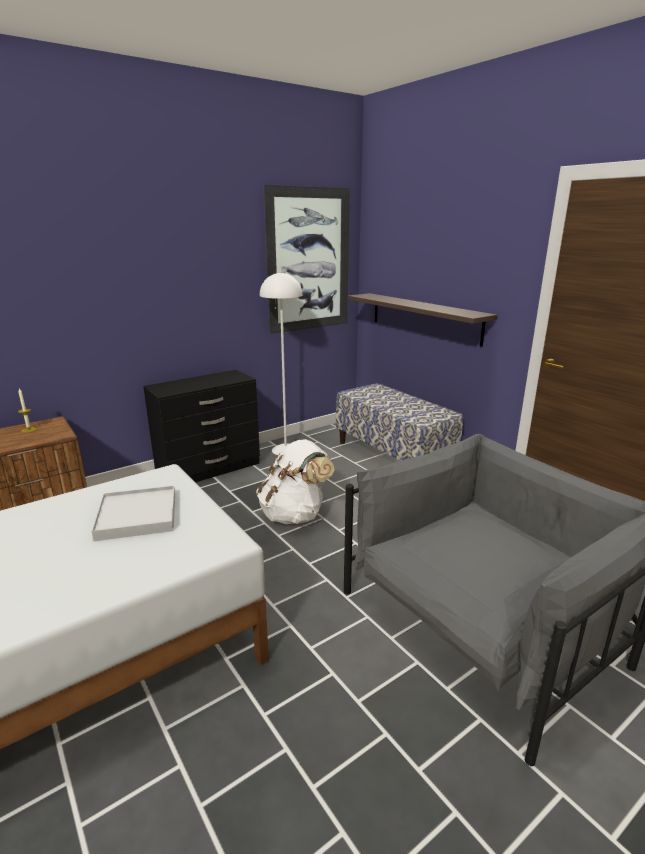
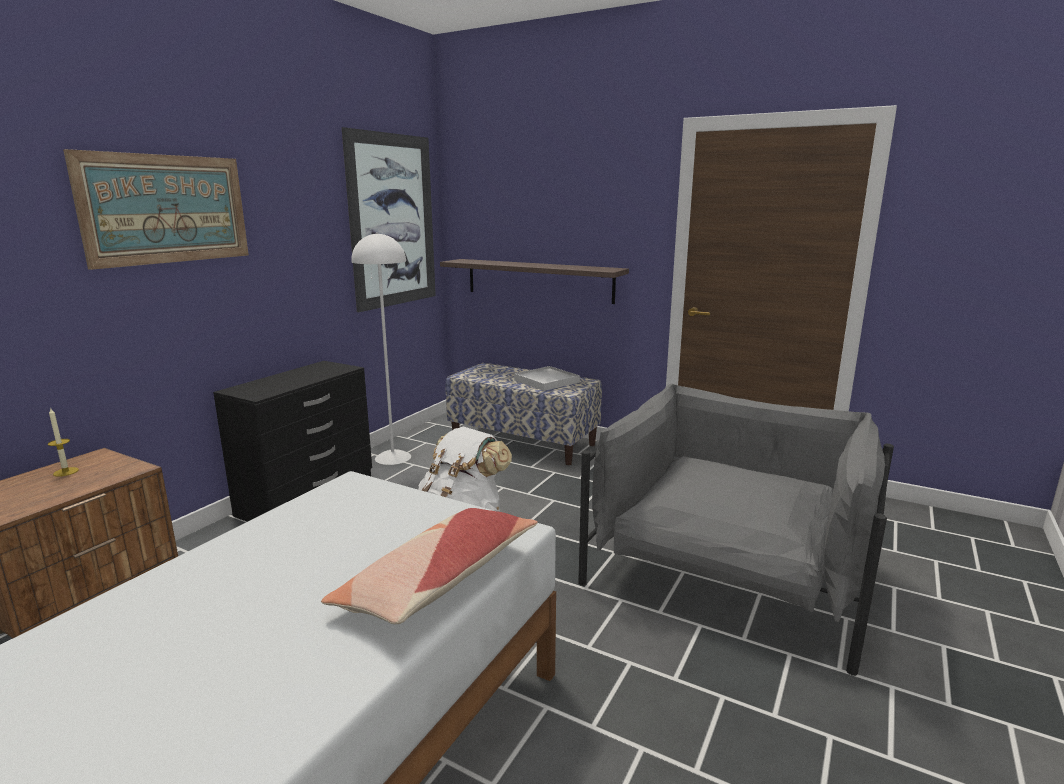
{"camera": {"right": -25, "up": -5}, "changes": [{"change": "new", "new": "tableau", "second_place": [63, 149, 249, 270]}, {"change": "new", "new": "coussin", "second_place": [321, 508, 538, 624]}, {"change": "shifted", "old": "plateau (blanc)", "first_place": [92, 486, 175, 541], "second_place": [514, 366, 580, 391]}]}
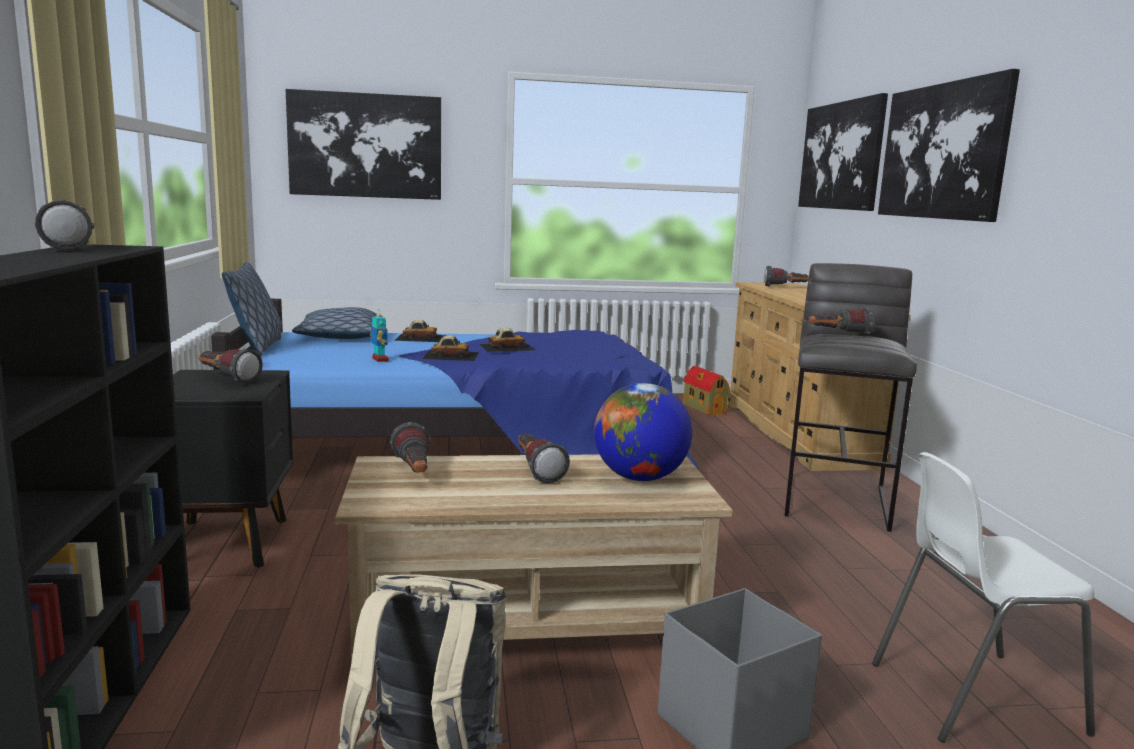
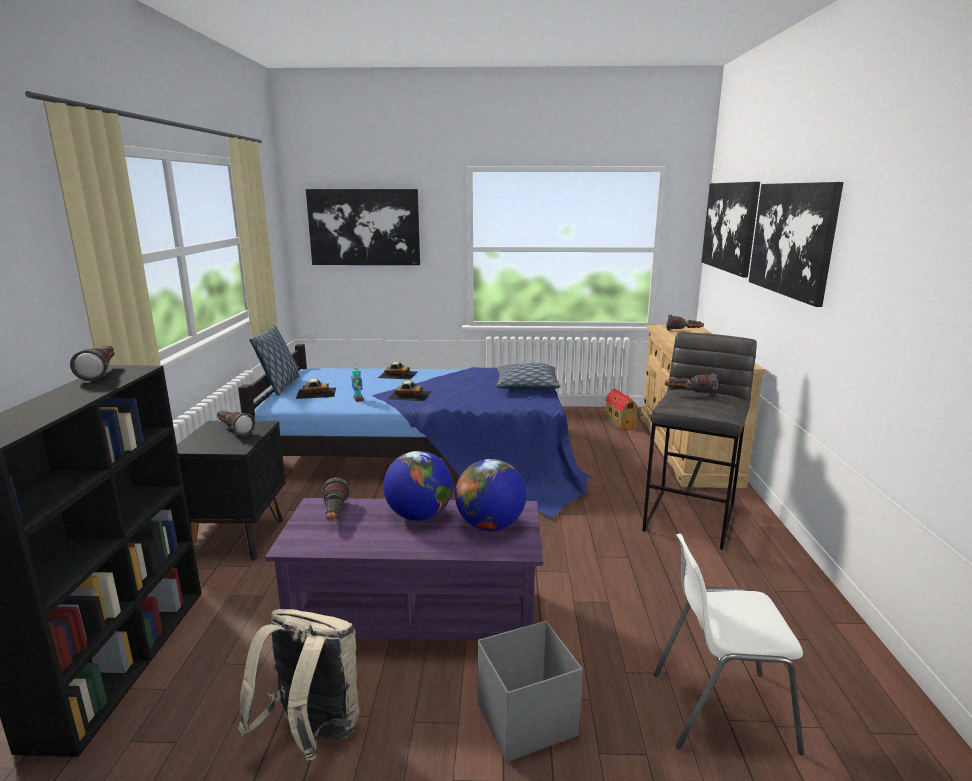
{"camera": {"right": 10, "up": 5}, "changes": [{"change": "repainted", "old": "table basse (beige)", "new": "table basse (violet)", "first_place": [335, 454, 733, 662], "second_place": [265, 498, 543, 640]}, {"change": "shifted", "old": "petite voiture", "first_place": [479, 328, 535, 352], "second_place": [296, 379, 336, 399]}, {"change": "swapped", "old": "lampe de poche", "new": "globe", "first_place": [518, 433, 570, 483], "second_place": [383, 451, 453, 521]}, {"change": "shifted", "old": "coussin", "first_place": [292, 307, 383, 339], "second_place": [497, 363, 560, 390]}]}
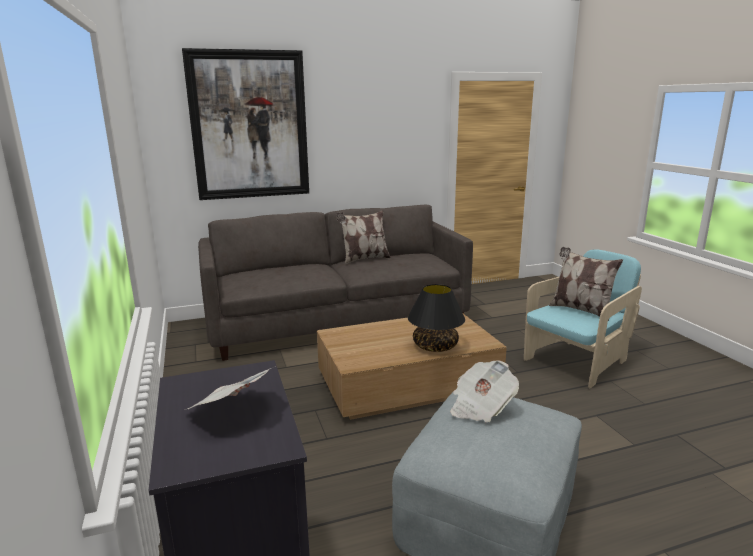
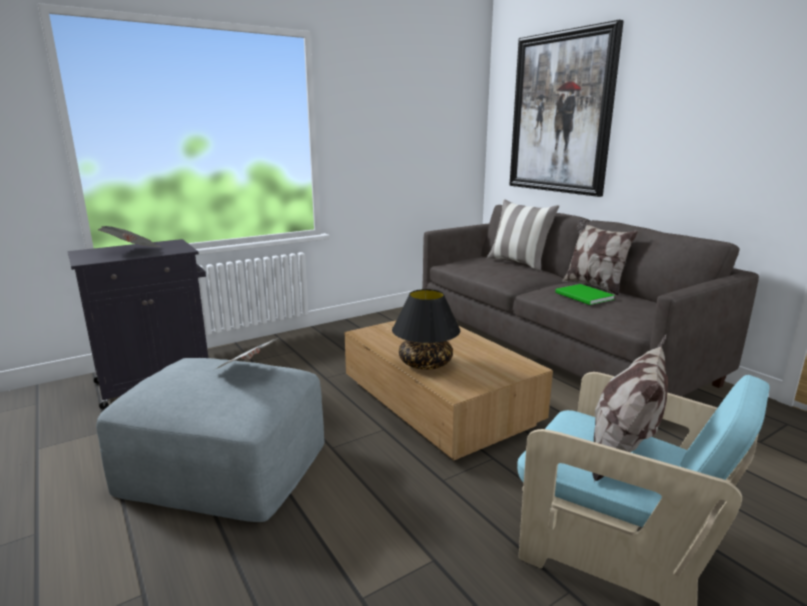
{"camera": {"right": 75, "up": 0}, "changes": [{"change": "new", "new": "coussin", "second_place": [487, 199, 559, 271]}, {"change": "new", "new": "livre (vert)", "second_place": [555, 284, 615, 305]}]}
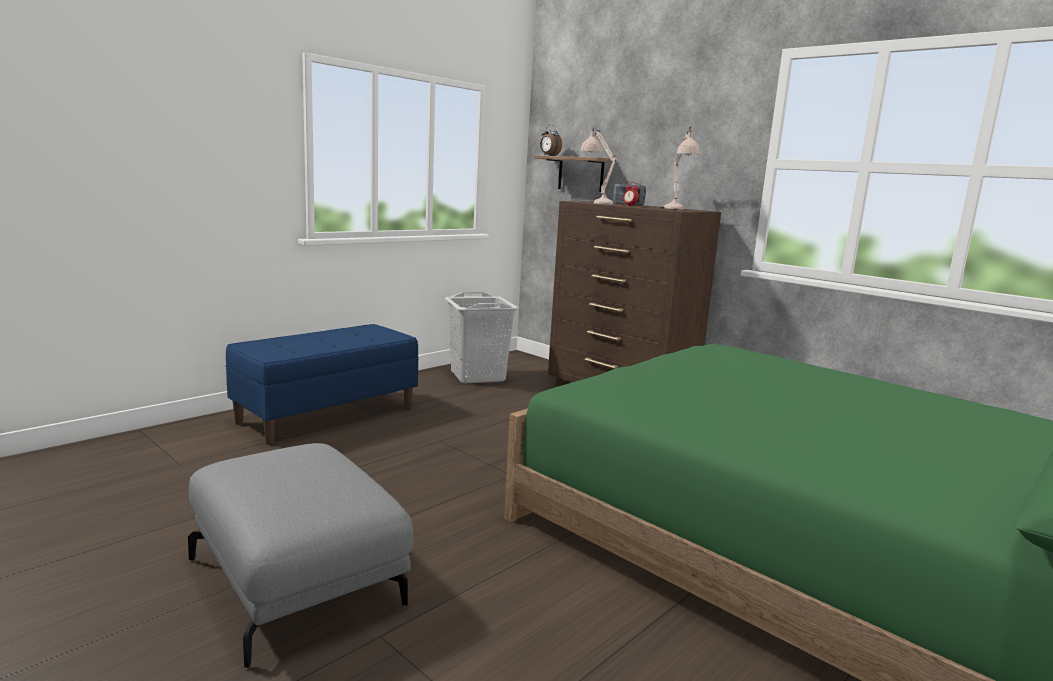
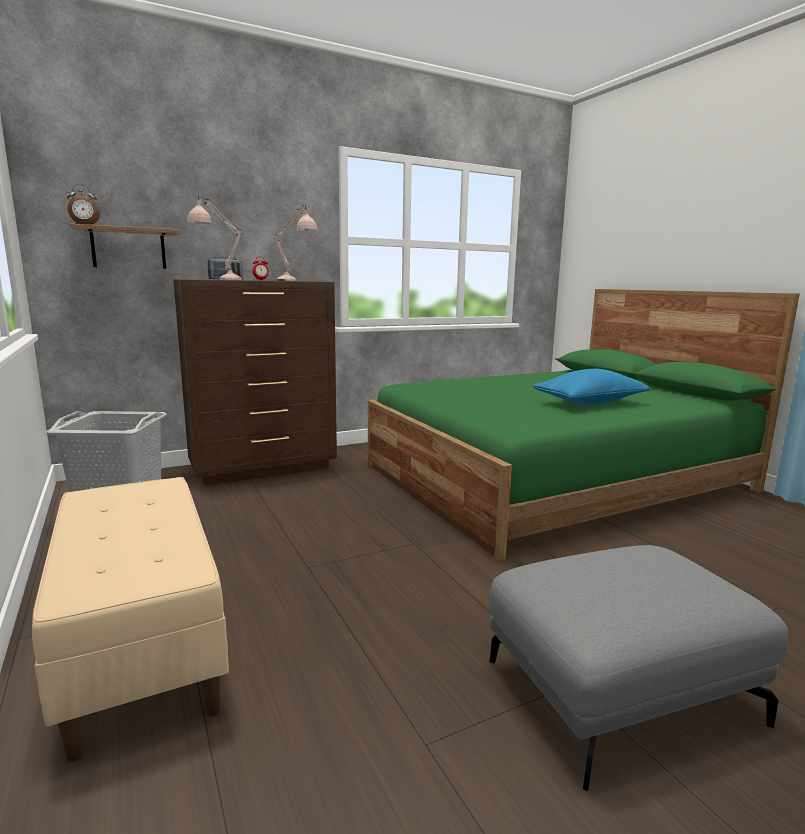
{"camera": {"right": -70, "up": 0}, "changes": [{"change": "repainted", "old": "banc (bleu)", "new": "banc (beige)", "first_place": [226, 324, 419, 445], "second_place": [32, 477, 229, 762]}, {"change": "new", "new": "coussin (bleu)", "second_place": [533, 369, 650, 405]}]}
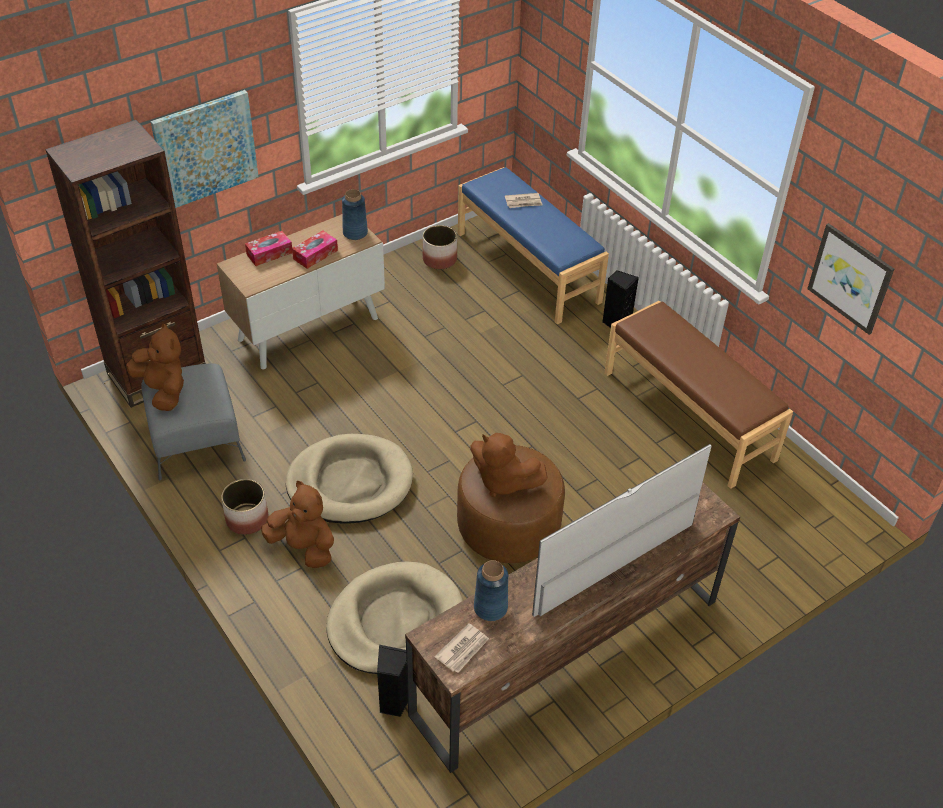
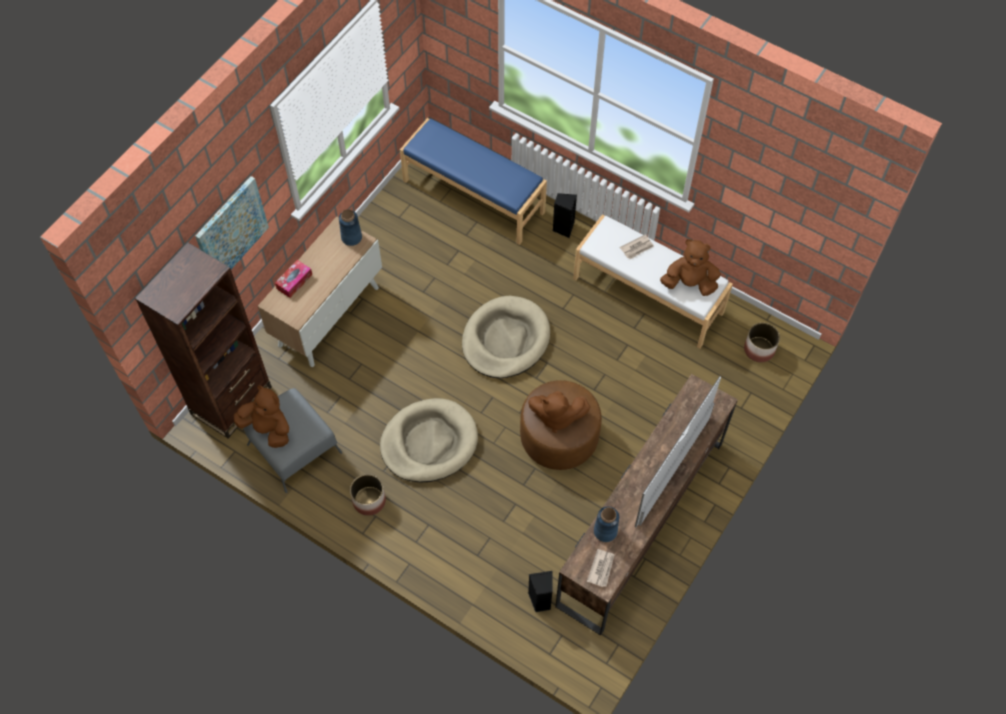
{"camera": {"right": -20, "up": 15}, "changes": [{"change": "shifted", "old": "panier pour chien (beige)", "first_place": [326, 562, 463, 674], "second_place": [462, 296, 550, 378]}, {"change": "repainted", "old": "banc (marron)", "new": "banc (blanc)", "first_place": [604, 301, 793, 489], "second_place": [573, 215, 733, 348]}, {"change": "shifted", "old": "journal", "first_place": [505, 193, 542, 208], "second_place": [620, 235, 654, 259]}, {"change": "shifted", "old": "peluche (marron)", "first_place": [261, 481, 334, 568], "second_place": [660, 239, 721, 296]}, {"change": "shifted", "old": "cache-pot", "first_place": [423, 225, 457, 269], "second_place": [744, 323, 780, 362]}, {"change": "gone", "old": "boîte à mouchoirs", "first_place": [292, 230, 338, 269]}, {"change": "gone", "old": "tableau", "first_place": [807, 223, 894, 335]}]}
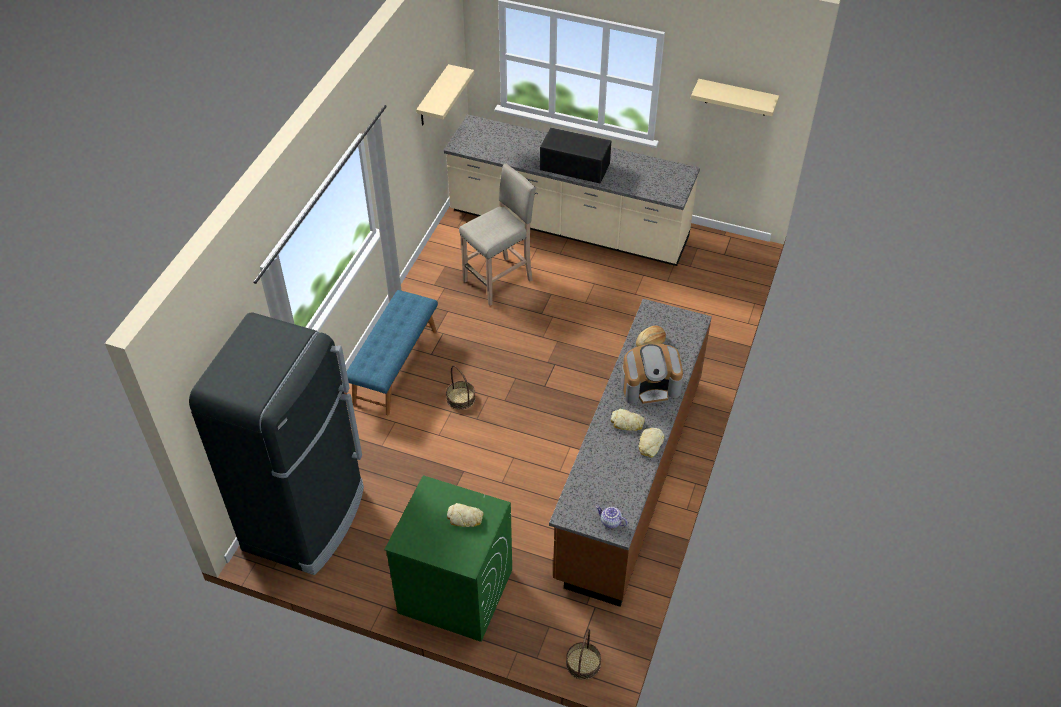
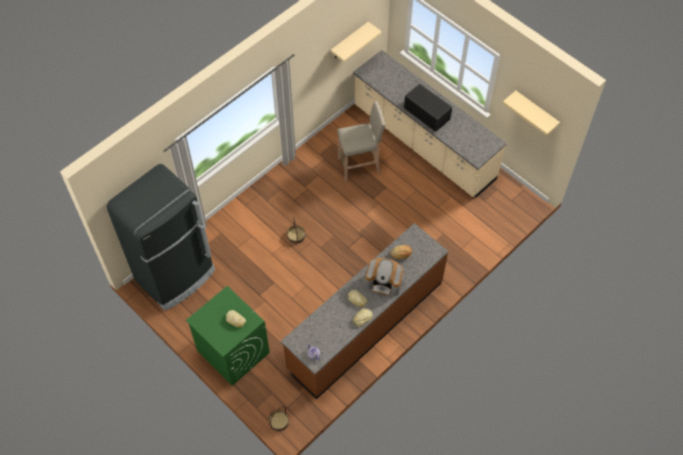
{"camera": {"right": 25, "up": 10}, "changes": [{"change": "gone", "old": "banc (bleu)", "first_place": [347, 290, 438, 415]}]}
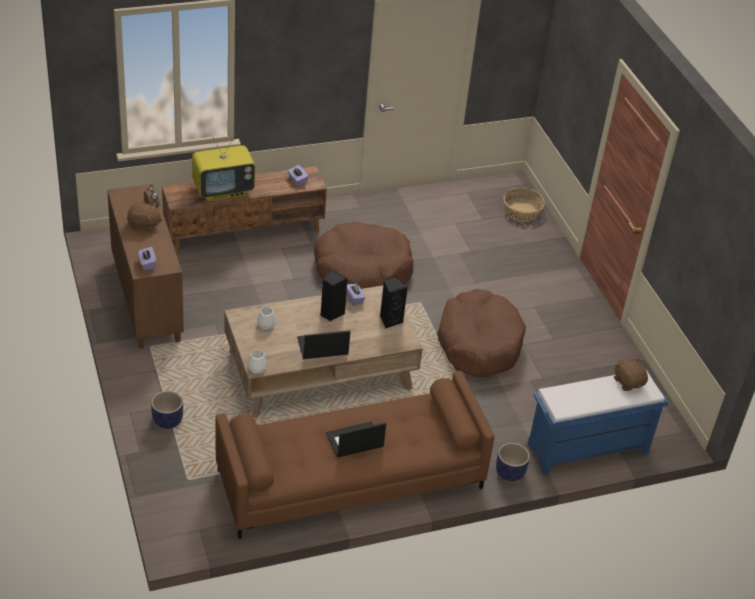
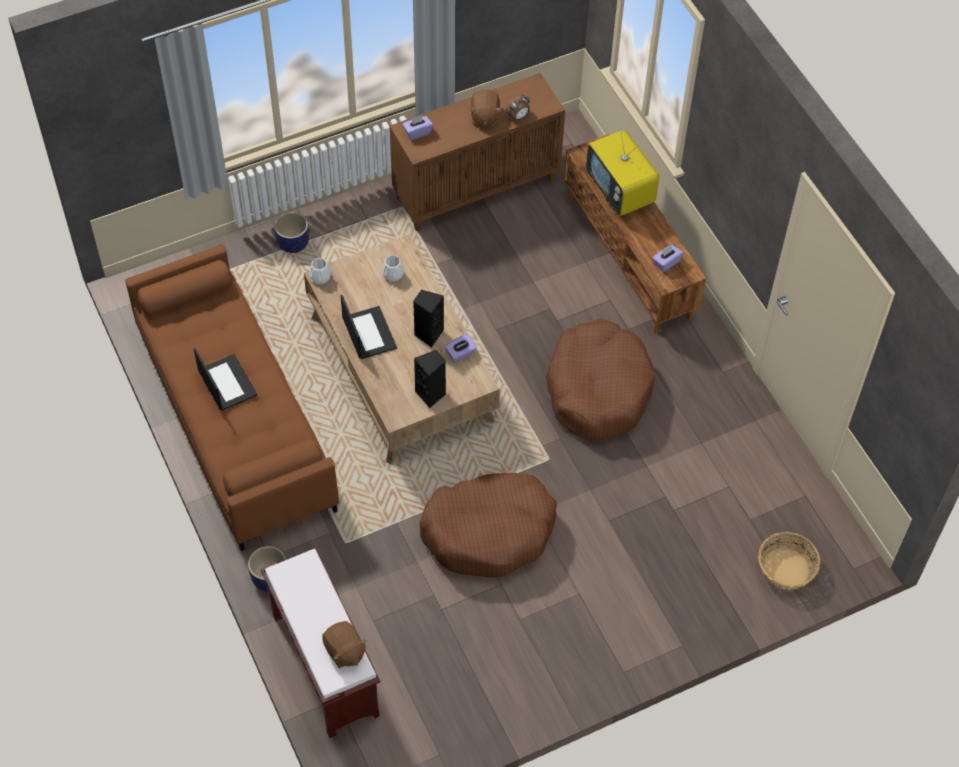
{"camera": {"right": 85, "up": 15}, "changes": [{"change": "repainted", "old": "banc (bleu)", "new": "banc (marron)", "first_place": [528, 370, 668, 475], "second_place": [261, 548, 380, 738]}, {"change": "rotated", "old": "peluche (marron)", "first_place": [614, 358, 648, 391], "second_place": [322, 621, 367, 668], "degrees": 90}]}
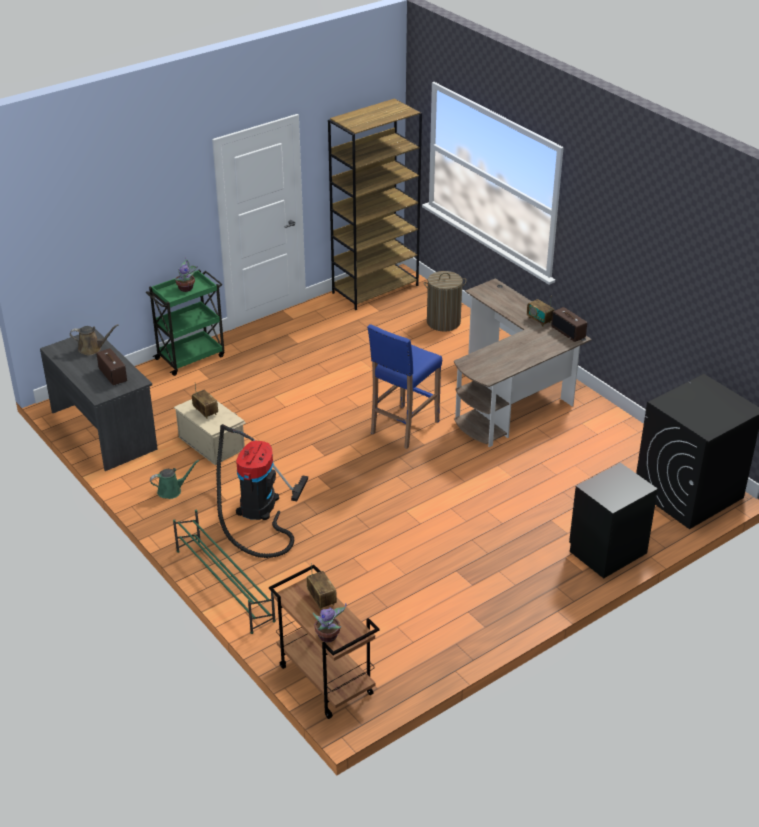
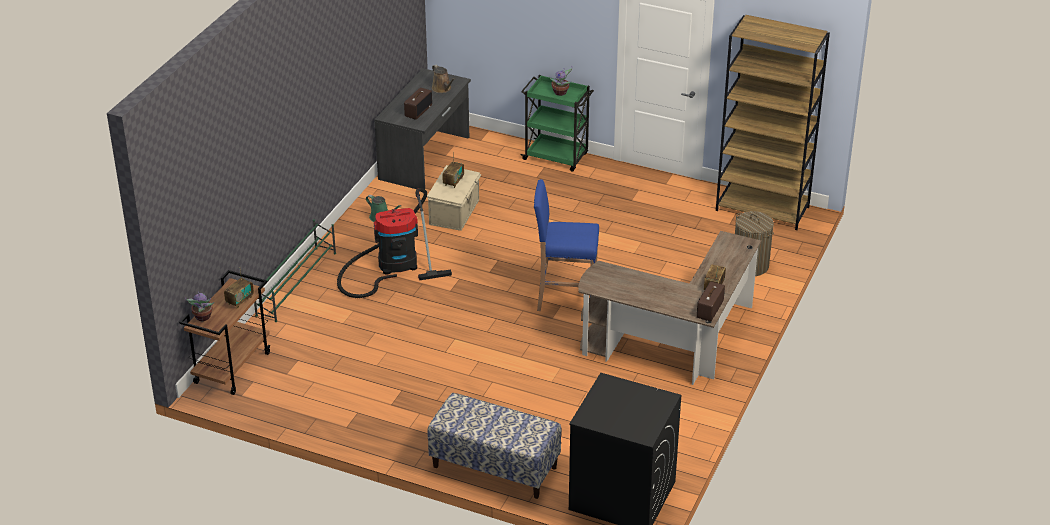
{"camera": {"right": 60, "up": 0}, "changes": [{"change": "swapped", "old": "table de chevet (noir)", "new": "banc", "first_place": [569, 462, 658, 578], "second_place": [427, 393, 561, 499]}]}
